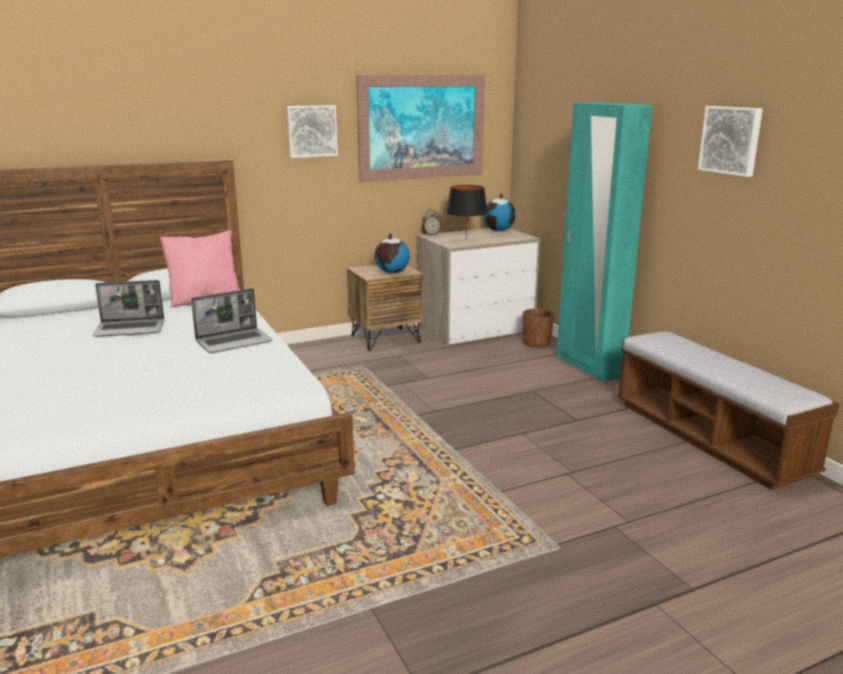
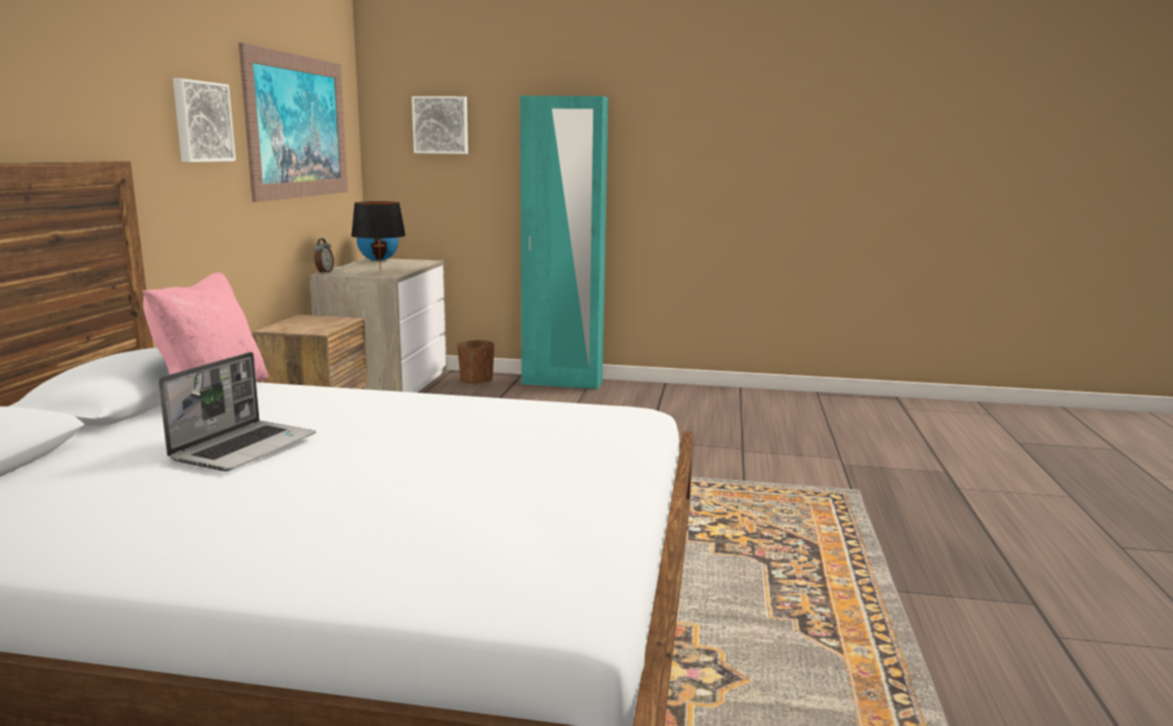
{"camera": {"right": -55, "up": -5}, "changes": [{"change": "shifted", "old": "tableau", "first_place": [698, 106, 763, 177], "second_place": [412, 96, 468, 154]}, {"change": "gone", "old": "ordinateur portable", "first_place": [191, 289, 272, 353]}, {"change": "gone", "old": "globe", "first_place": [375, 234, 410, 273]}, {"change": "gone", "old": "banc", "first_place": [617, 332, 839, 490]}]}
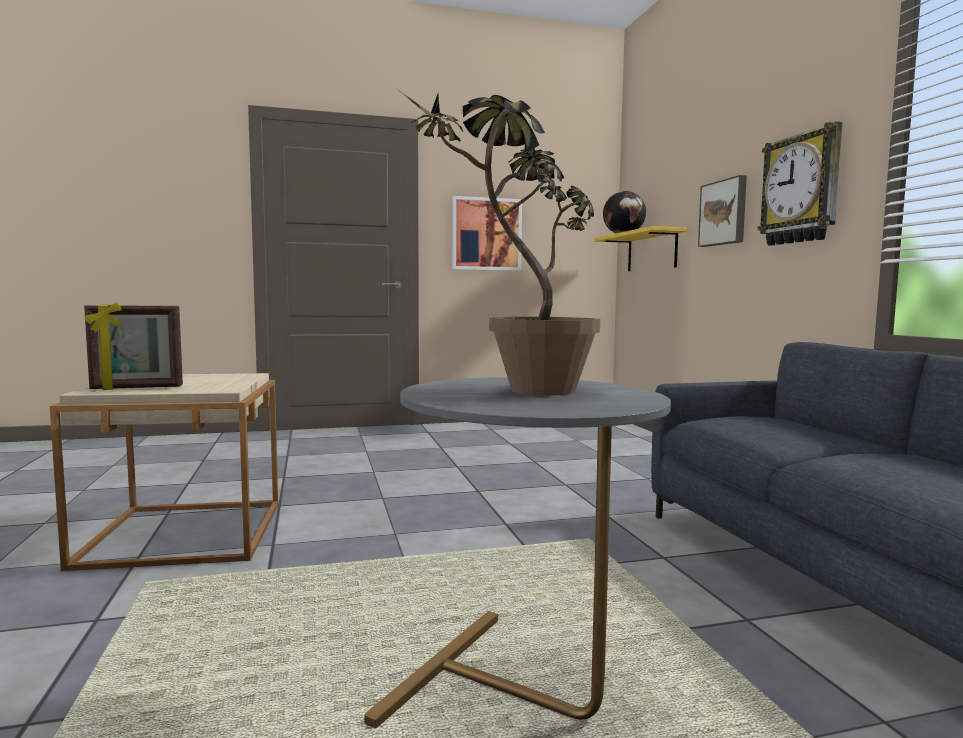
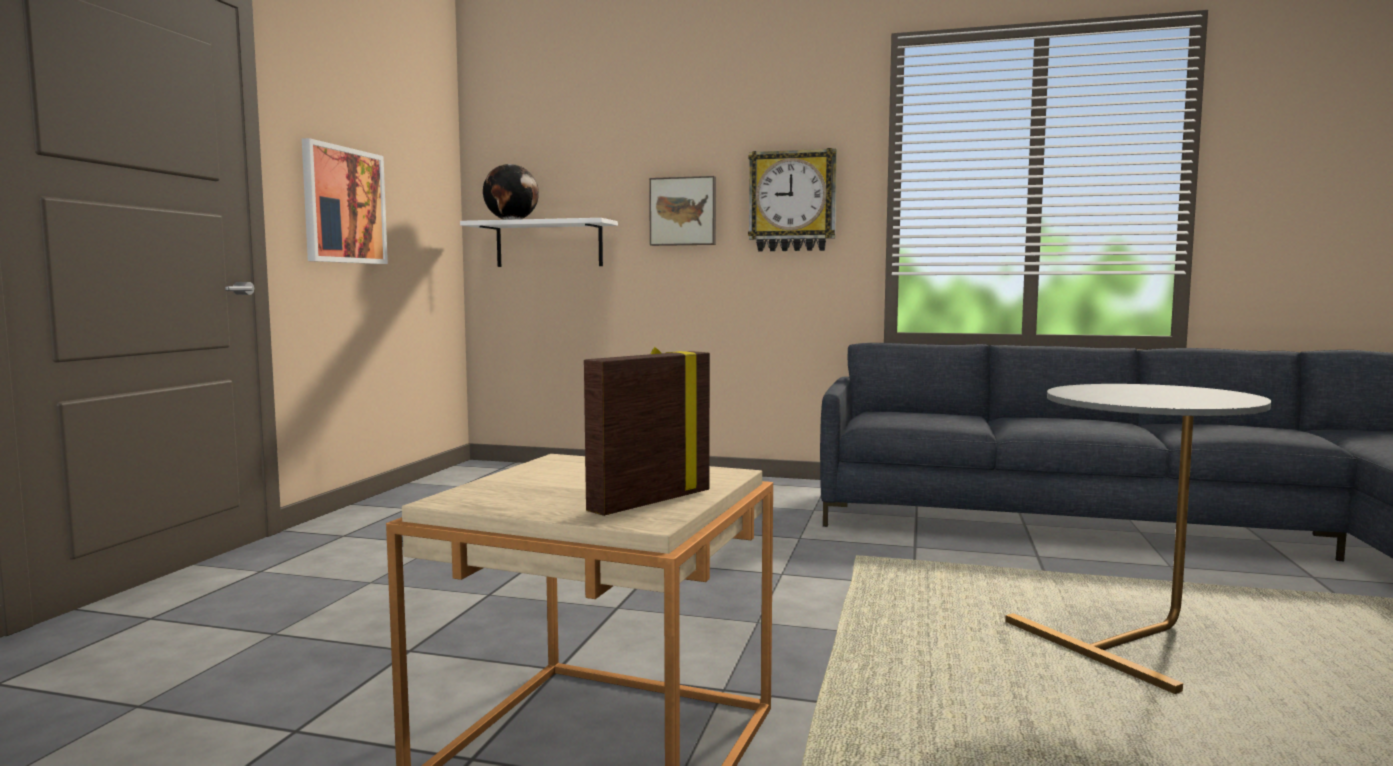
{"camera": {"right": -60, "up": 0}, "changes": [{"change": "repainted", "old": "étagère (jaune)", "new": "étagère (blanc)", "first_place": [594, 226, 686, 271], "second_place": [460, 218, 618, 267]}, {"change": "rotated", "old": "cadre photo", "first_place": [84, 302, 183, 390], "second_place": [584, 347, 710, 516], "degrees": -150}, {"change": "gone", "old": "plante en pot", "first_place": [397, 89, 600, 395]}]}
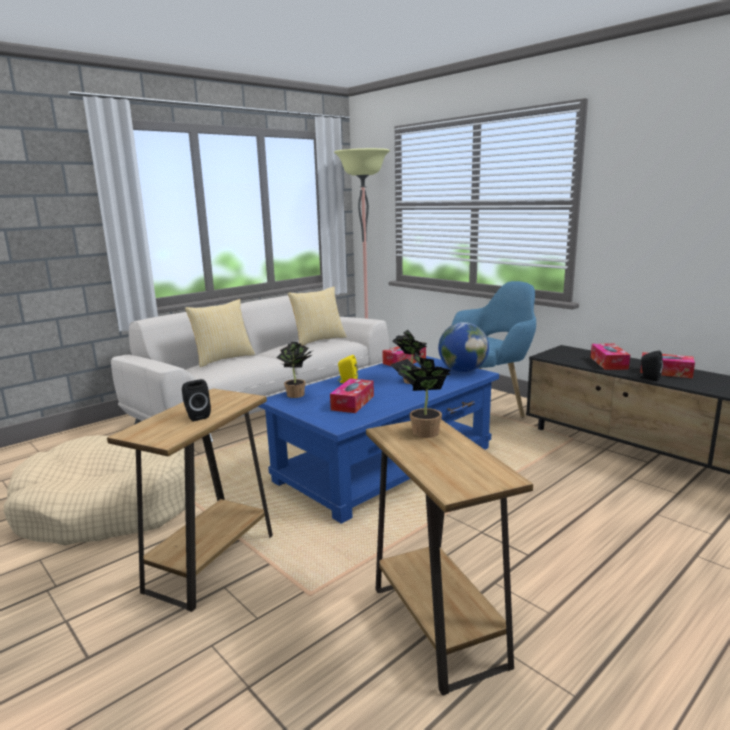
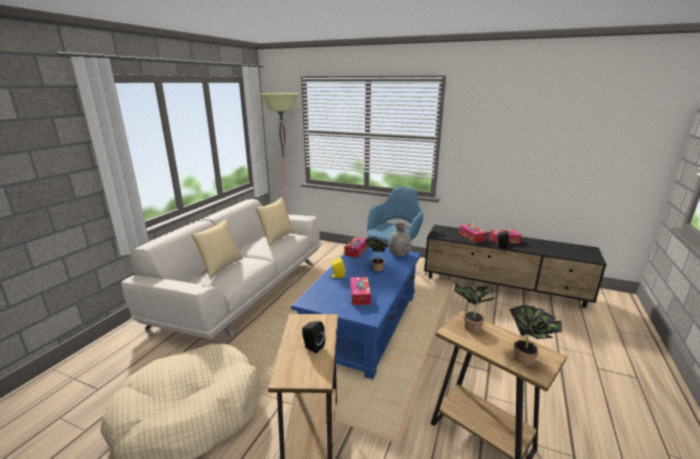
{"camera": {"right": -25, "up": 5}, "changes": [{"change": "swapped", "old": "globe", "new": "vase (gris)", "first_place": [438, 322, 489, 372], "second_place": [388, 223, 411, 256]}, {"change": "shifted", "old": "plante en pot", "first_place": [277, 342, 312, 398], "second_place": [510, 305, 562, 365]}]}
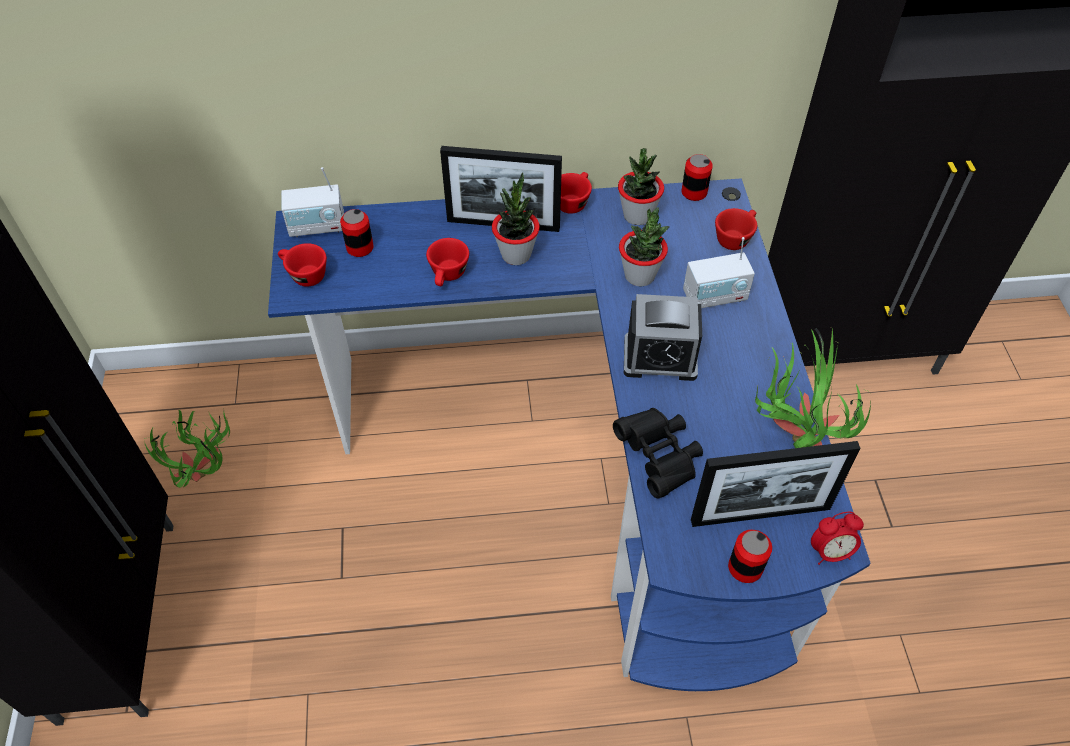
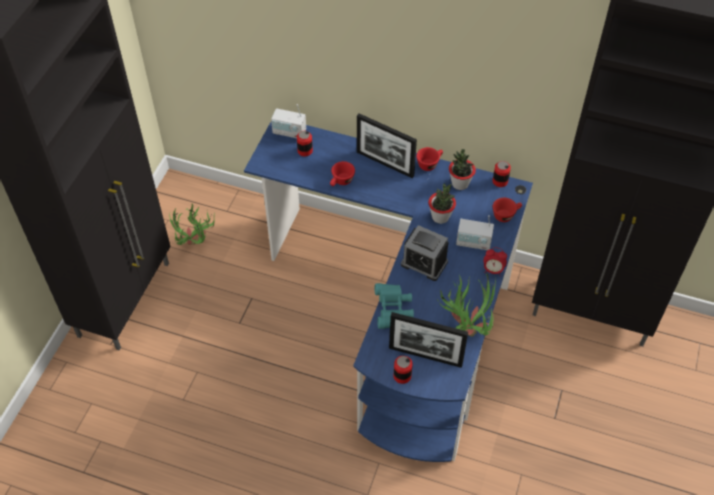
{"camera": {"right": 25, "up": 0}, "changes": [{"change": "repainted", "old": "jumelles (noir)", "new": "jumelles (turquoise)", "first_place": [613, 408, 703, 498], "second_place": [375, 283, 414, 329]}, {"change": "shifted", "old": "réveil", "first_place": [811, 512, 864, 565], "second_place": [484, 247, 507, 276]}, {"change": "gone", "old": "tasse (rouge)", "first_place": [278, 243, 327, 287]}, {"change": "gone", "old": "plante en pot", "first_place": [492, 172, 540, 265]}]}
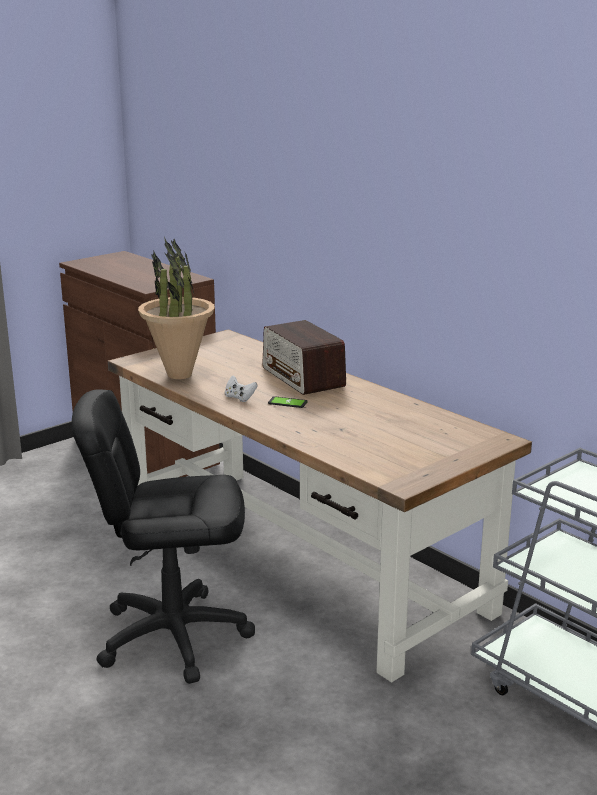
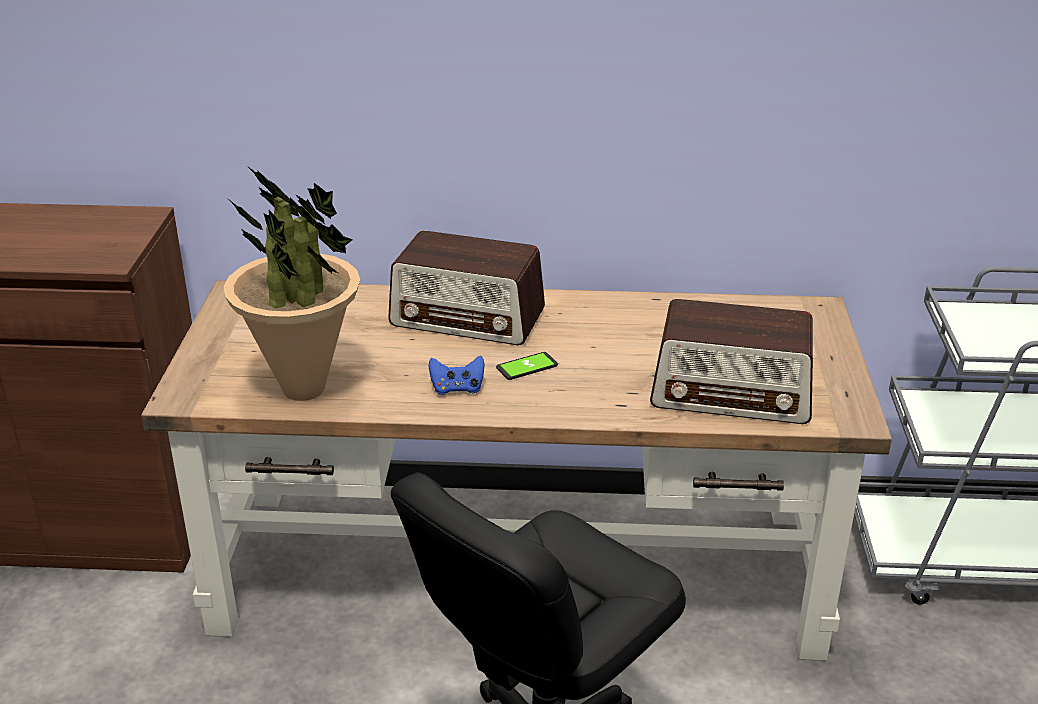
{"camera": {"right": -45, "up": 10}, "changes": [{"change": "repainted", "old": "manette (blanc)", "new": "manette (bleu)", "first_place": [225, 375, 257, 402], "second_place": [428, 356, 485, 395]}, {"change": "new", "new": "radio", "second_place": [650, 299, 813, 424]}]}
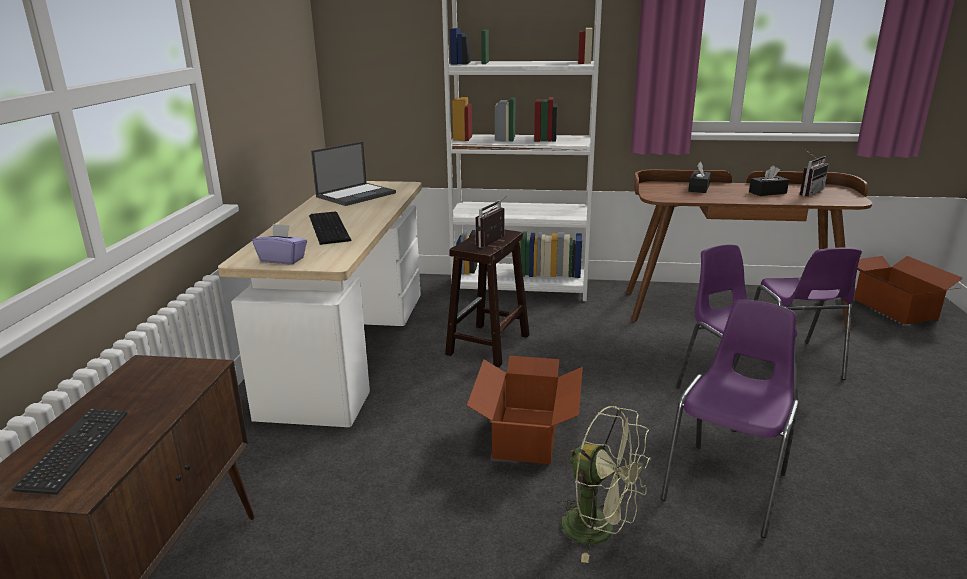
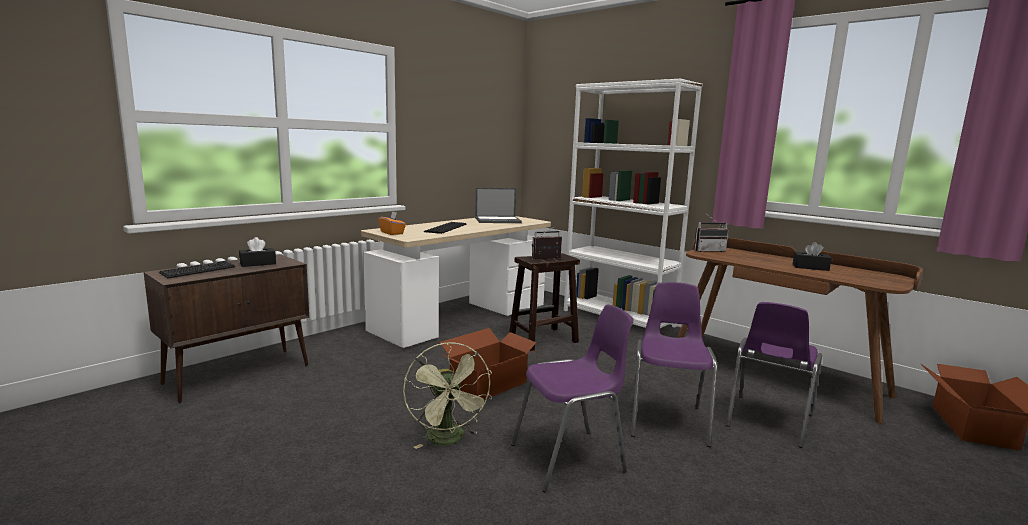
{"camera": {"right": 35, "up": -10}, "changes": [{"change": "shifted", "old": "boîte à mouchoirs (noir)", "first_place": [688, 162, 711, 193], "second_place": [239, 237, 276, 267]}, {"change": "repainted", "old": "boîte à mouchoirs (violet)", "new": "boîte à mouchoirs (orange)", "first_place": [252, 224, 307, 264], "second_place": [378, 211, 406, 235]}, {"change": "shifted", "old": "radio", "first_place": [800, 148, 829, 196], "second_place": [694, 213, 729, 252]}]}
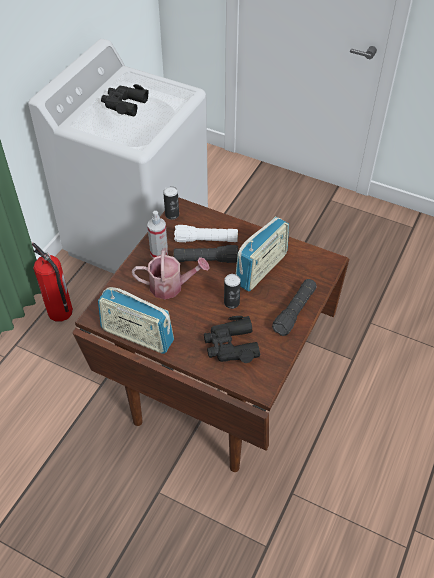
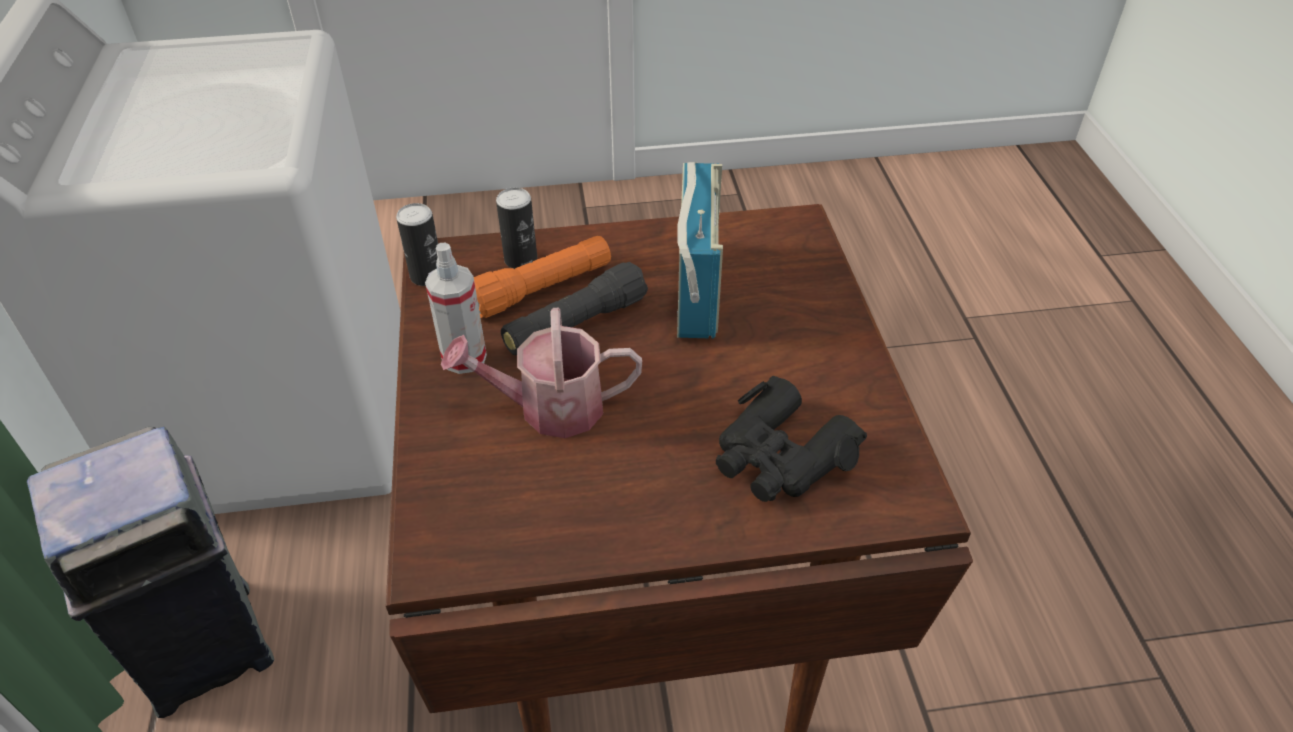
{"camera": {"right": -35, "up": -5}, "changes": [{"change": "swapped", "old": "extincteur", "new": "poubelle (gris)", "first_place": [32, 243, 73, 322], "second_place": [27, 427, 274, 718]}, {"change": "rotated", "old": "arrosoir", "first_place": [132, 249, 210, 299], "second_place": [441, 307, 642, 438], "degrees": -150}, {"change": "repainted", "old": "lampe de poche (blanc)", "new": "lampe de poche (orange)", "first_place": [174, 225, 238, 242], "second_place": [474, 236, 611, 318]}, {"change": "shifted", "old": "boîte métallique", "first_place": [224, 274, 241, 309], "second_place": [496, 188, 537, 269]}, {"change": "gone", "old": "radio", "first_place": [98, 287, 174, 354]}, {"change": "gone", "old": "jumelles (noir)", "first_place": [101, 84, 149, 117]}, {"change": "gone", "old": "lampe de poche (noir)", "first_place": [272, 279, 317, 336]}]}
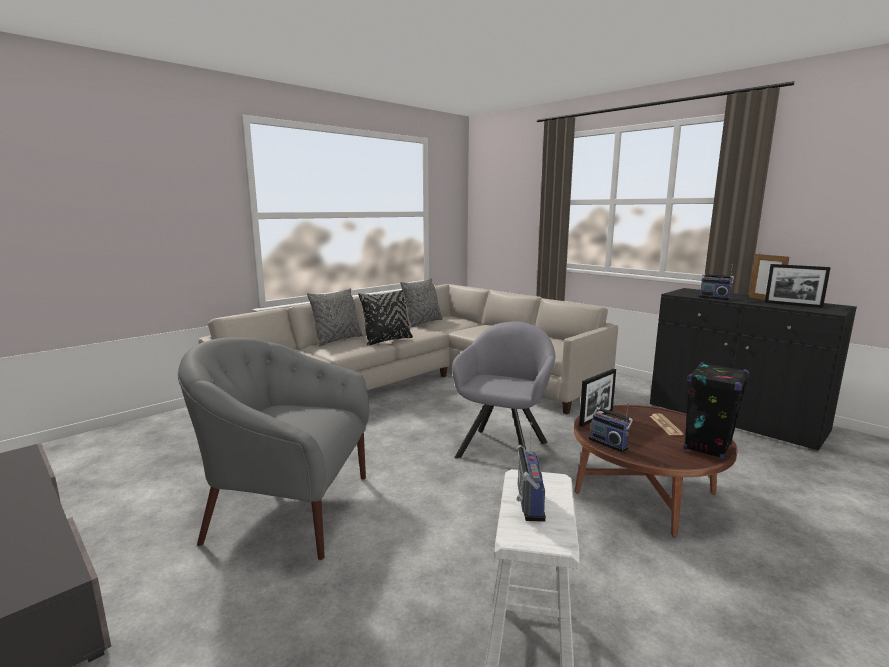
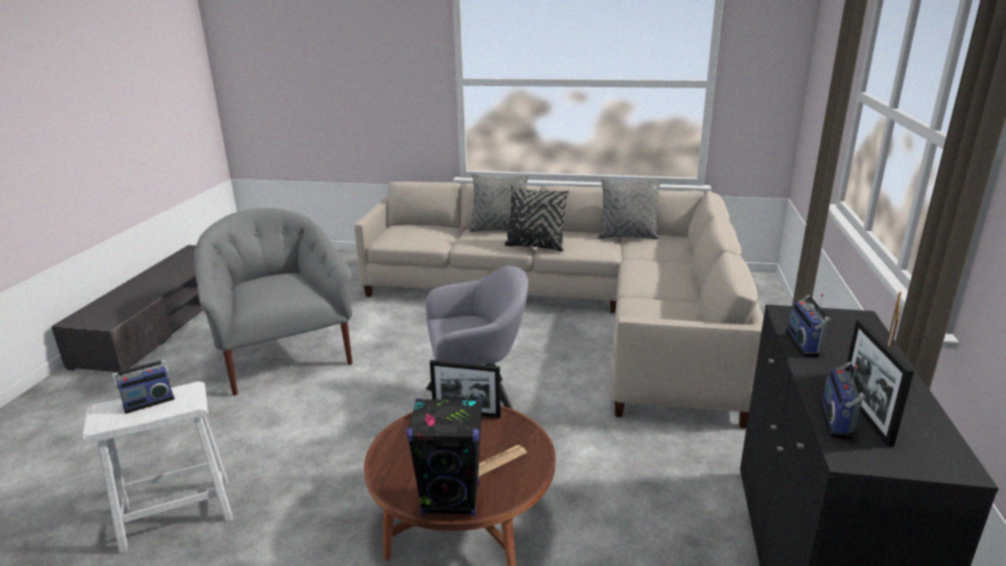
{"camera": {"right": 55, "up": 10}, "changes": [{"change": "shifted", "old": "radio", "first_place": [589, 403, 633, 453], "second_place": [820, 362, 866, 440]}]}
